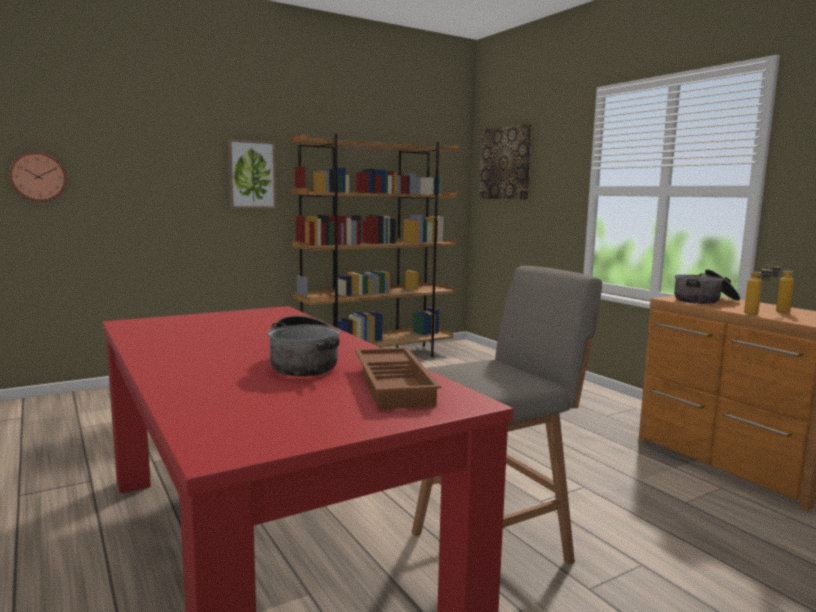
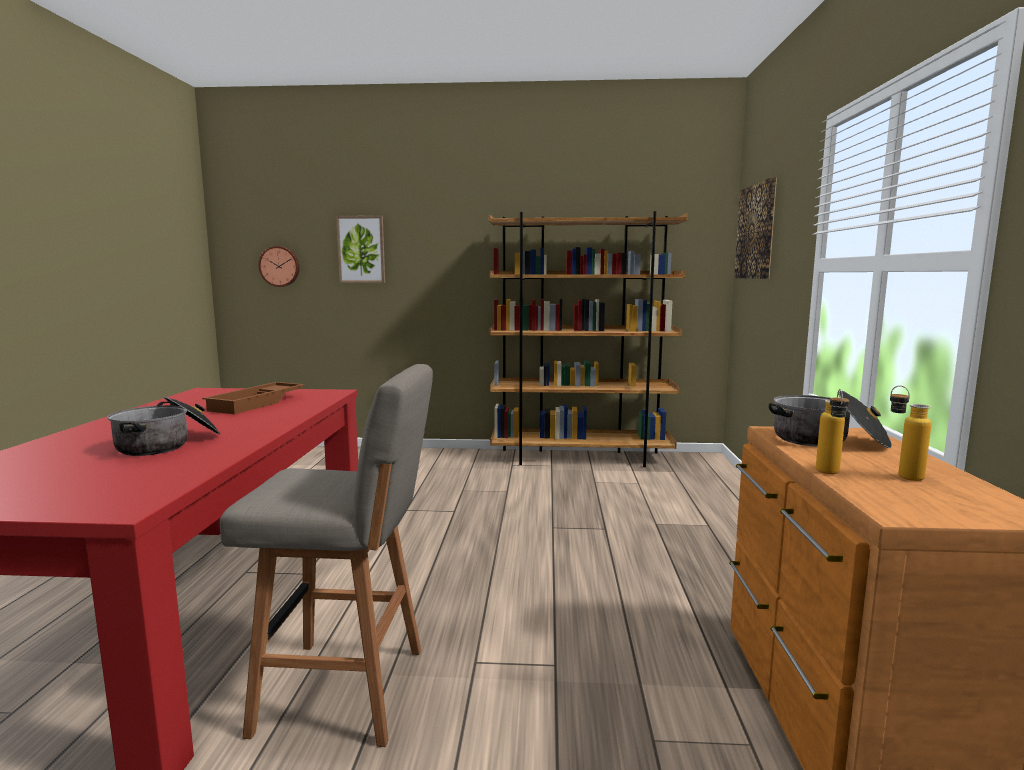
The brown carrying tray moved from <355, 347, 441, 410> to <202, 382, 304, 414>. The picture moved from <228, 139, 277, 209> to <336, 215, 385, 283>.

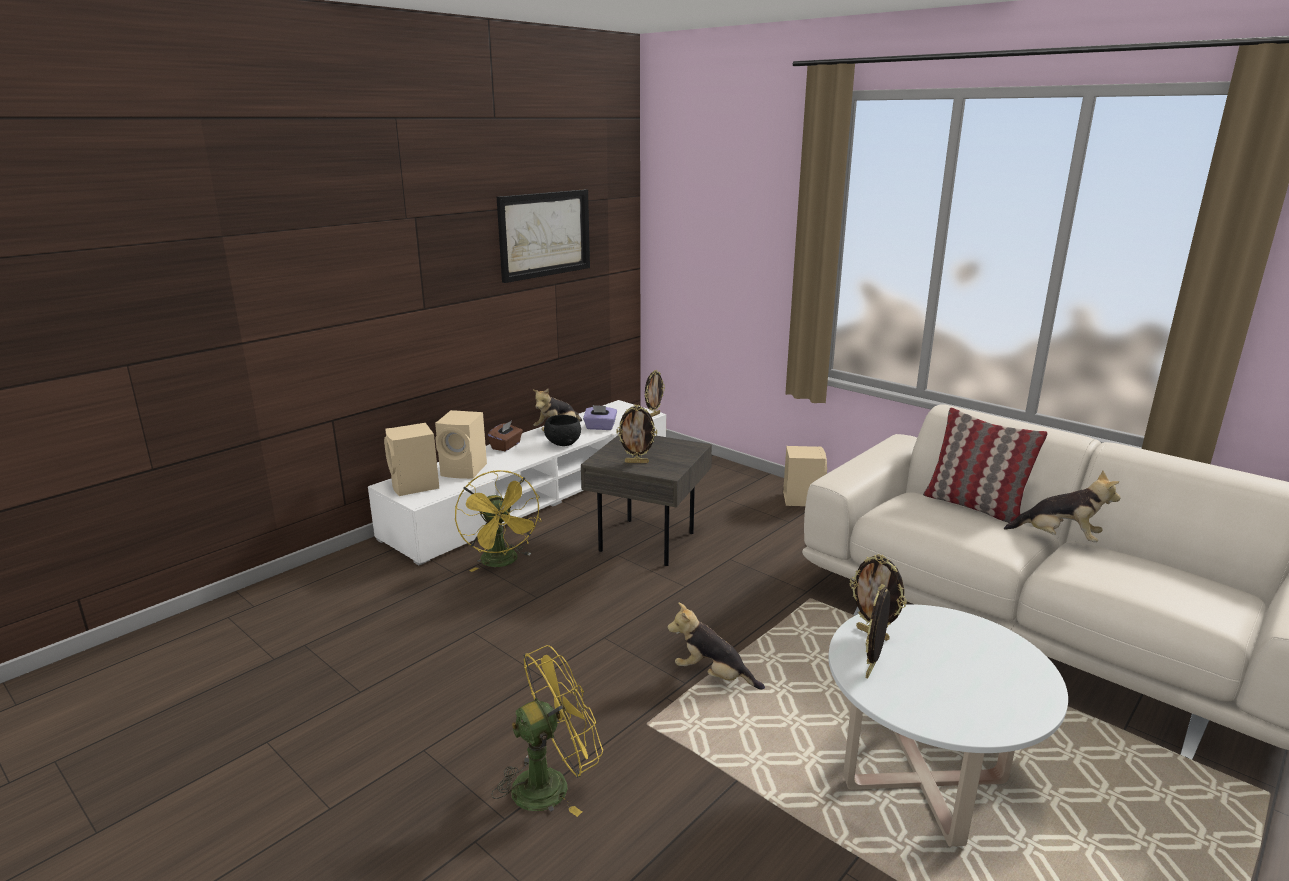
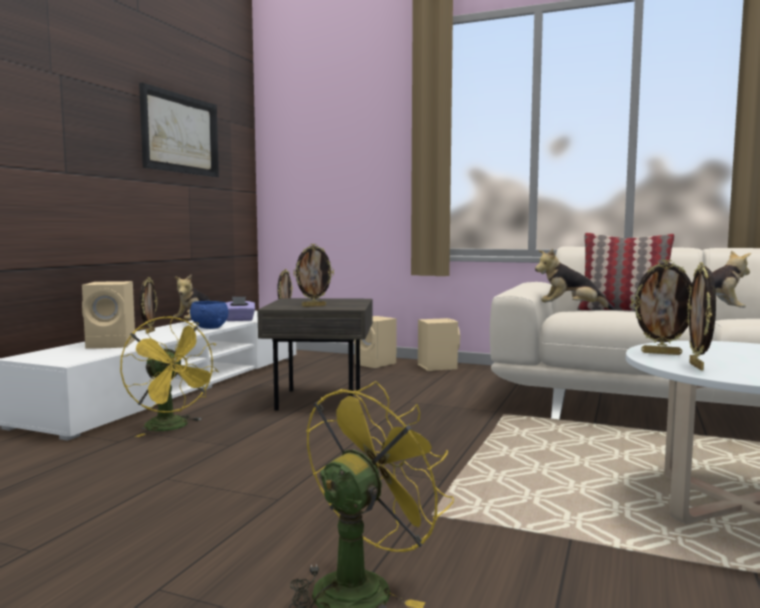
The brown tissue box at <488, 421, 523, 451> was replaced by the picture frame at <140, 277, 158, 334>. The black-coloured bowl at <544, 415, 581, 446> became the bluish bowl at <190, 301, 228, 329>. The beige-coloured loudspeaker moved from <384, 423, 439, 496> to <354, 316, 396, 368>. The soft toy moved from <667, 602, 765, 689> to <535, 249, 614, 310>.

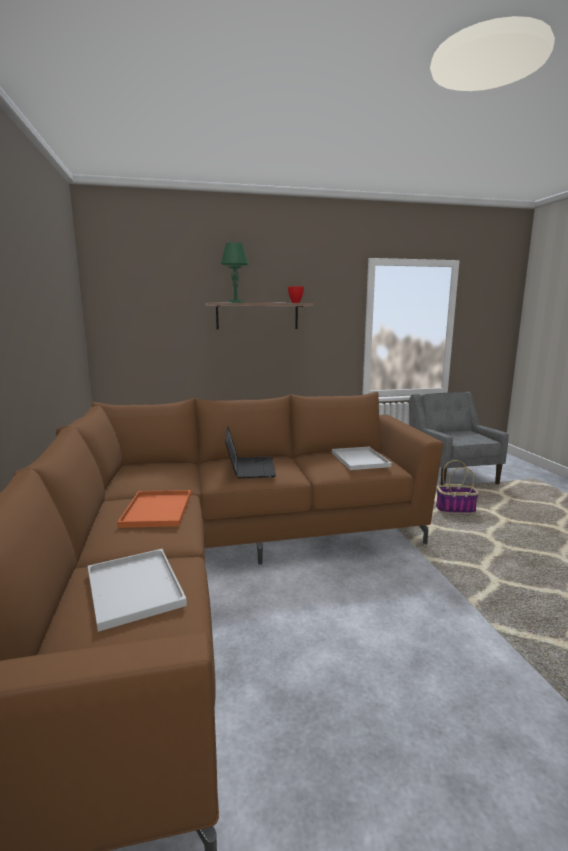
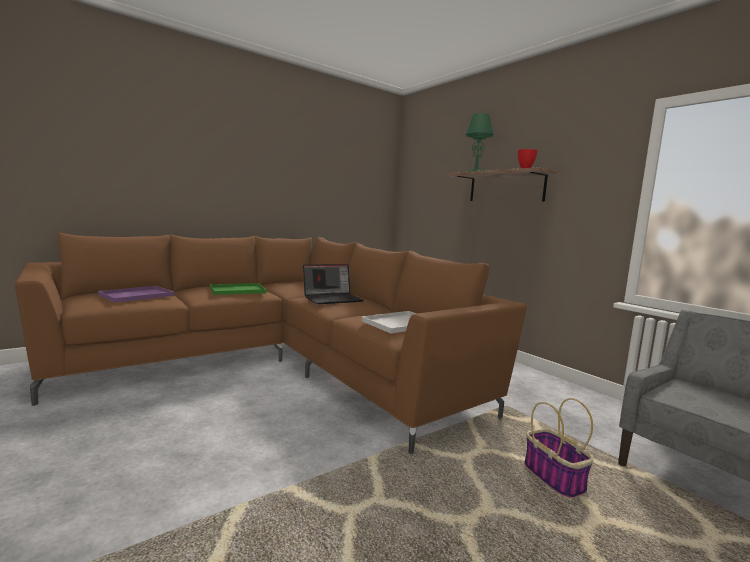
The white carrying tray at <88, 549, 187, 632> became the purple-coloured carrying tray at <98, 286, 175, 303>. The orange carrying tray at <117, 490, 191, 528> became the greenish carrying tray at <210, 283, 266, 295>.

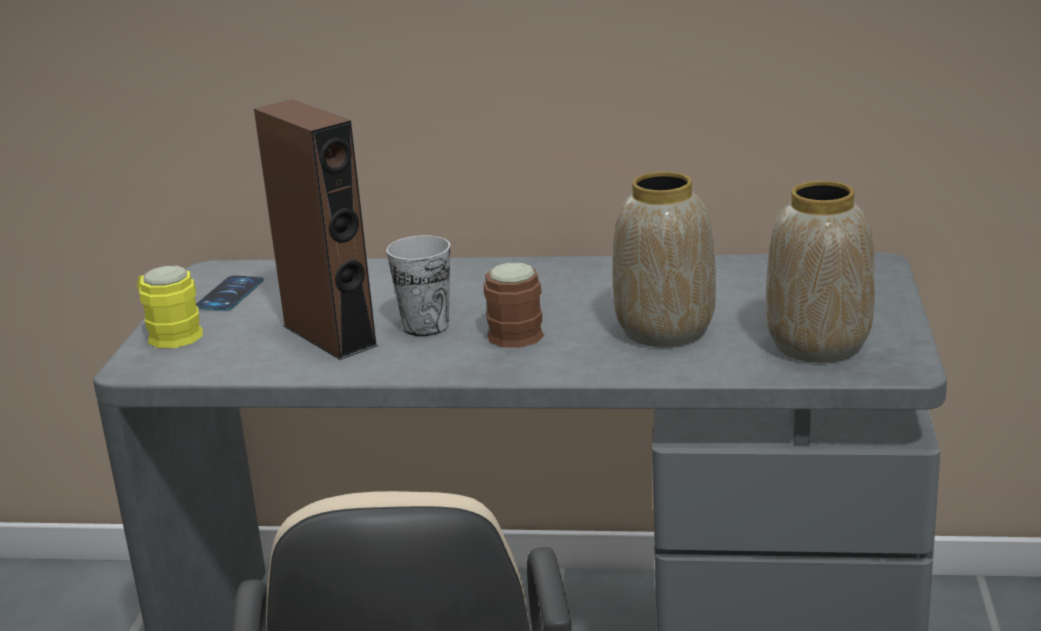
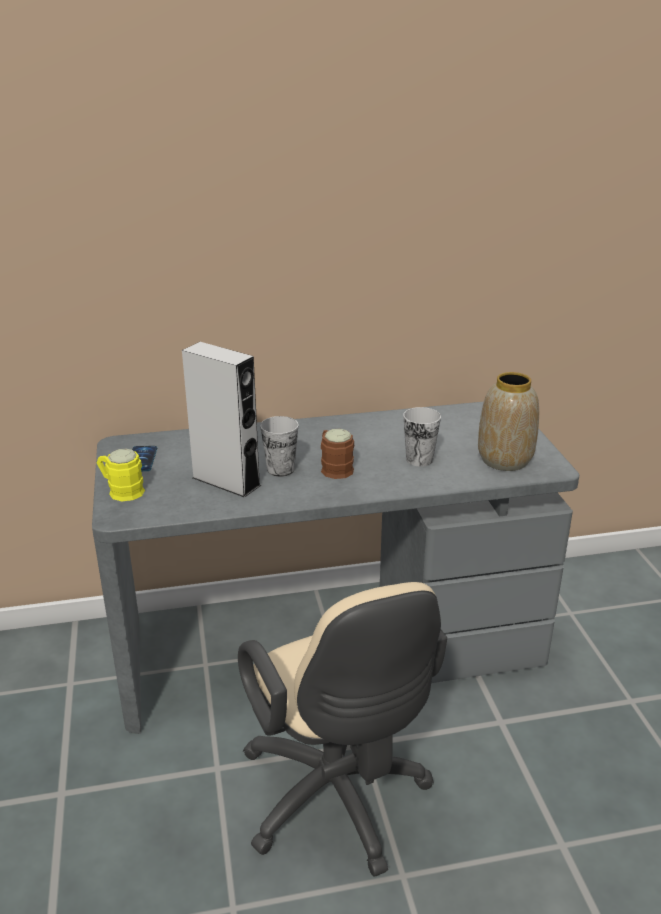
The brown loudspeaker at <254, 99, 378, 360> became the gray loudspeaker at <182, 342, 261, 498>. The decorative vase at <612, 172, 716, 347> was replaced by the drinking cup at <403, 407, 441, 466>.

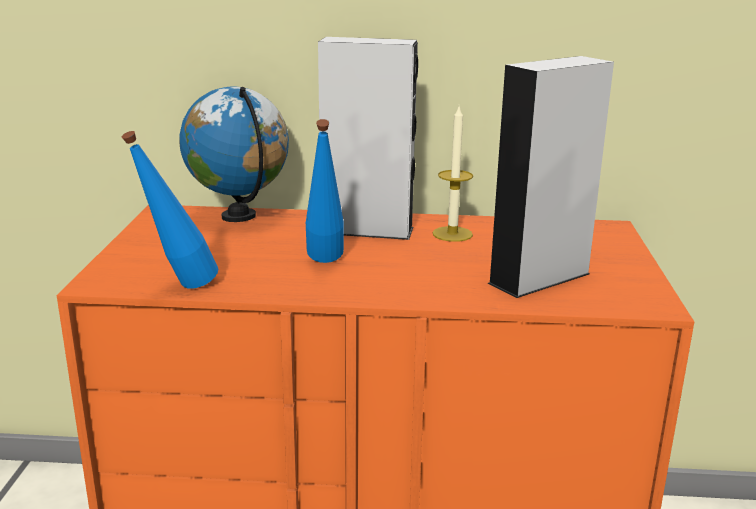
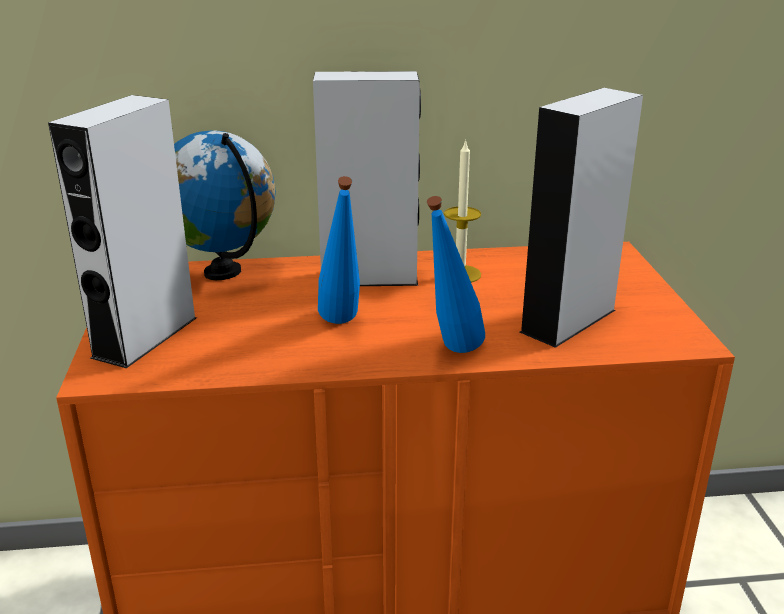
The gray loudspeaker at <48, 95, 197, 368> appeared. The bluish drink bottle moved from <122, 131, 218, 289> to <427, 196, 485, 353>.

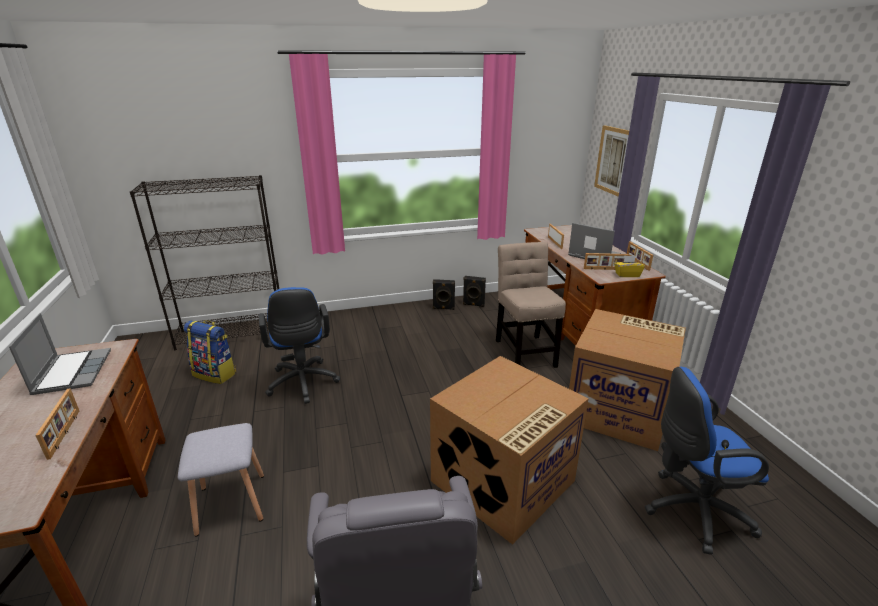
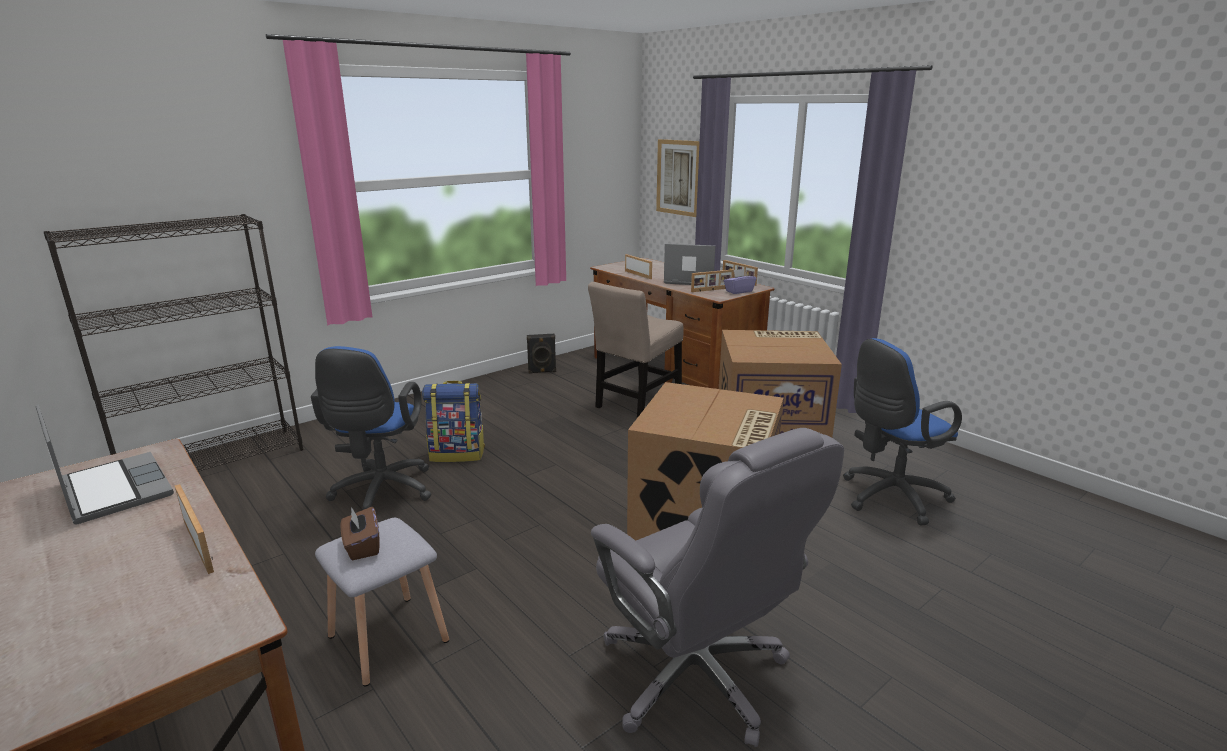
The bluish computer chair at <258, 287, 340, 404> turned 45 degrees clockwise. The brown tissue box at <341, 507, 380, 560> appeared. The knapsack moved from <183, 320, 236, 384> to <422, 381, 485, 462>. The beige-coloured upright chair at <496, 242, 566, 368> turned 105 degrees counterclockwise. The yellow tissue box at <614, 256, 645, 277> became the purple-coloured tissue box at <724, 269, 756, 294>. The black-coloured loudspeaker at <433, 279, 455, 310> disappeared.

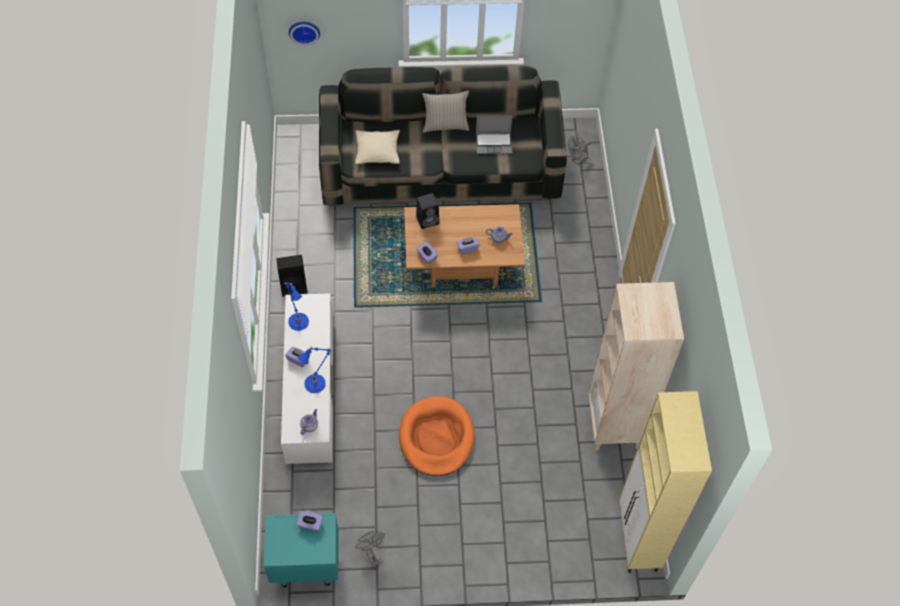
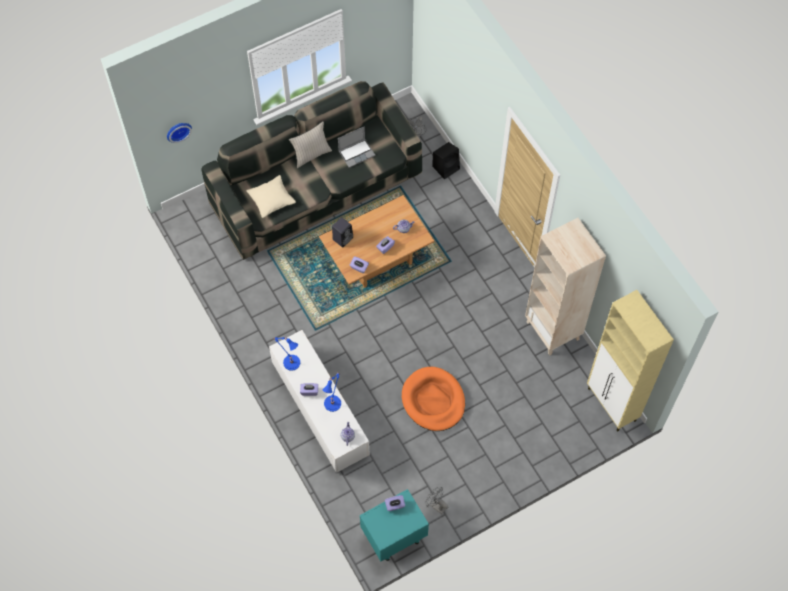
The black-coloured loudspeaker moved from <277, 255, 308, 297> to <432, 142, 460, 180>.

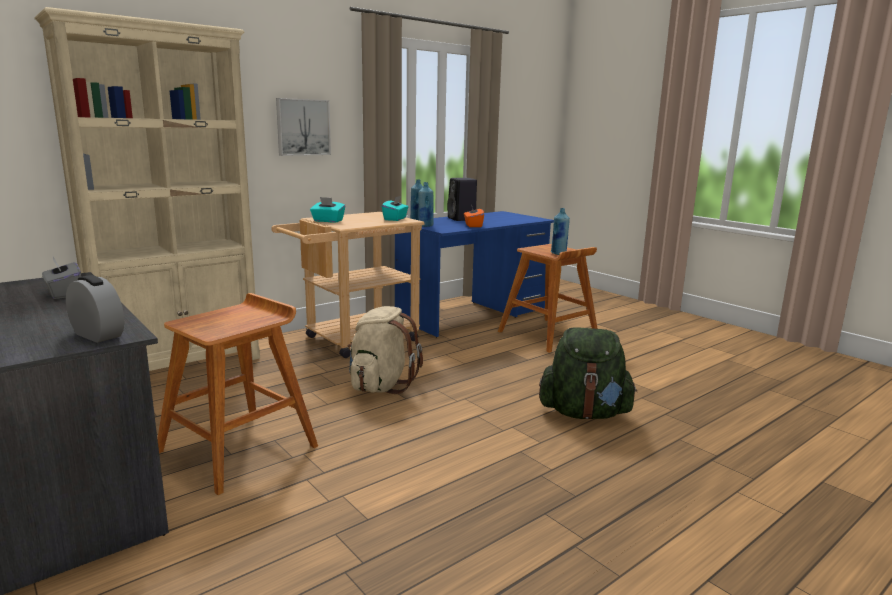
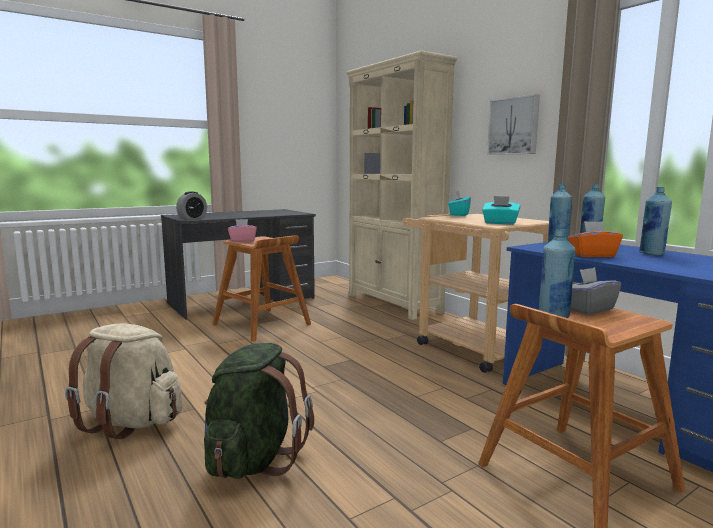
The beige-coloured knapsack moved from <347, 306, 423, 394> to <65, 323, 182, 439>. The pink tissue box at <228, 219, 257, 242> appeared. The gray tissue box moved from <42, 257, 81, 299> to <571, 267, 621, 315>. The black-coloured loudspeaker at <447, 178, 477, 221> was replaced by the bluish drink bottle at <639, 187, 672, 256>.

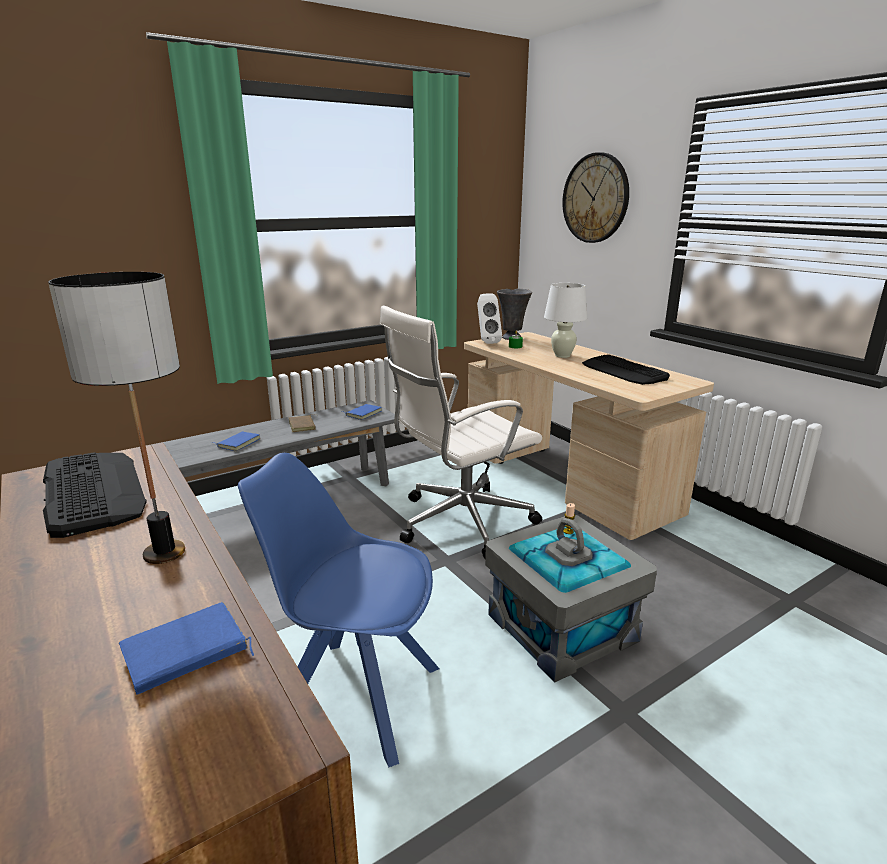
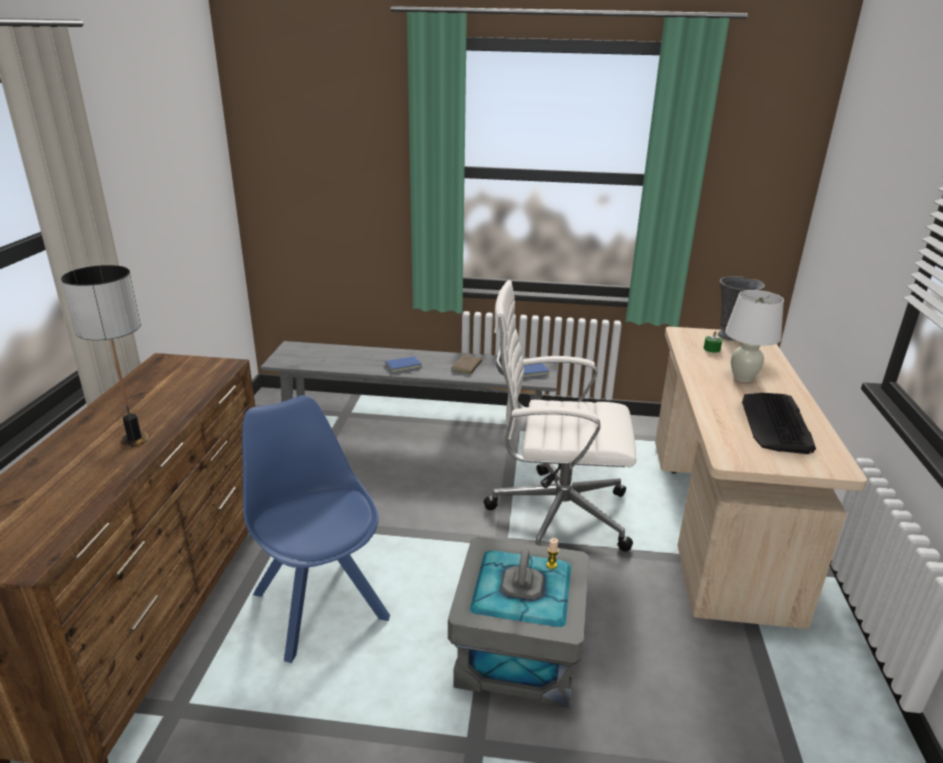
The keyboard at <43, 452, 147, 538> disappeared. The bluish book at <119, 602, 254, 695> disappeared. The white loudspeaker at <477, 293, 502, 344> disappeared. The hanging clock at <562, 152, 629, 243> disappeared.

